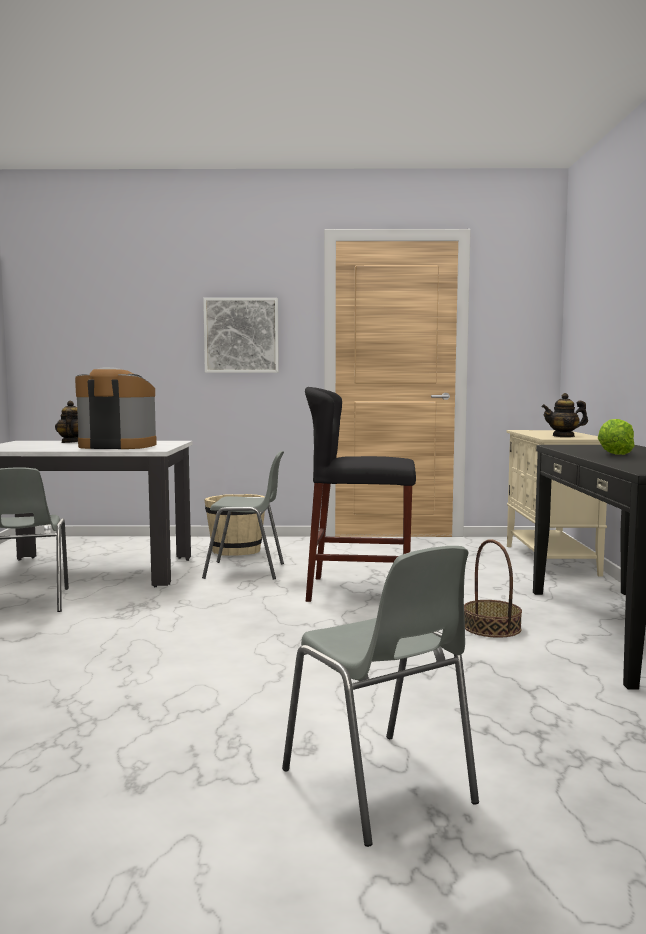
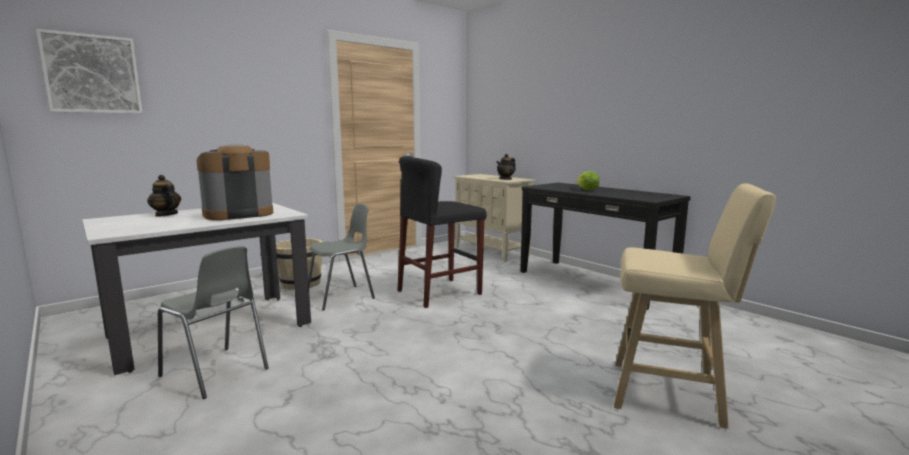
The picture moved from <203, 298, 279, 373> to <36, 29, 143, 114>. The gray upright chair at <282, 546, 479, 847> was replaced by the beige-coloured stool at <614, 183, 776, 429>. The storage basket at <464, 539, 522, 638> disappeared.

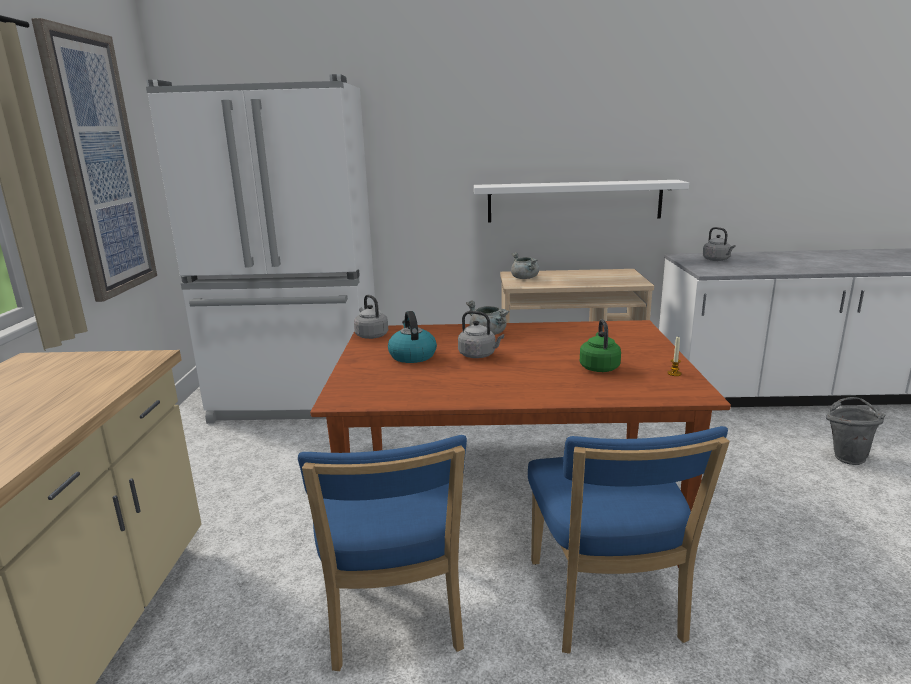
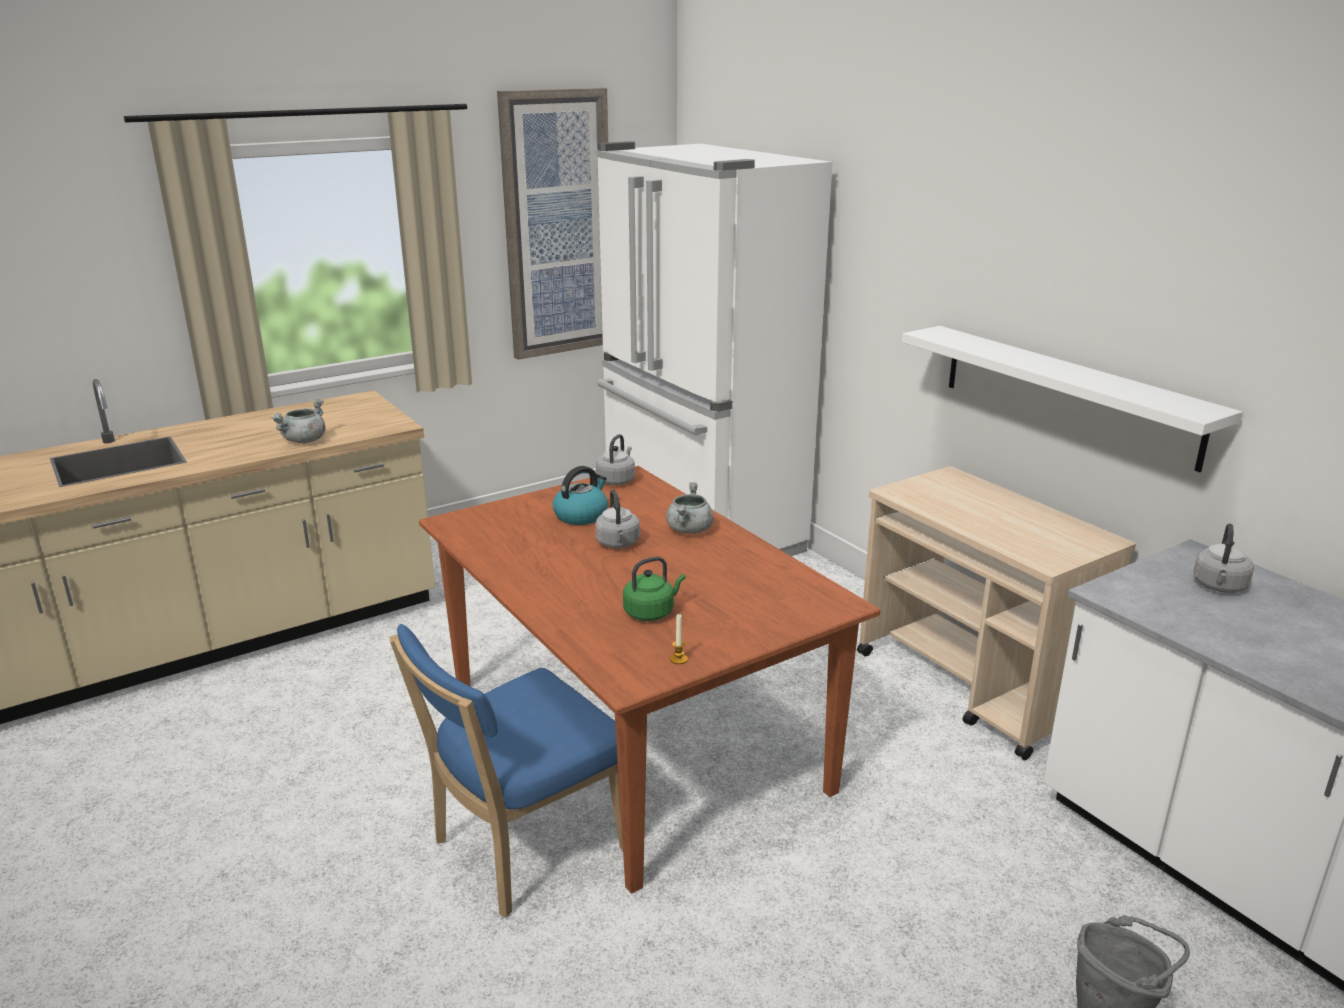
The gray stockpot moved from <511, 252, 539, 279> to <271, 399, 326, 443>. The bluish upright chair at <298, 435, 467, 671> disappeared.

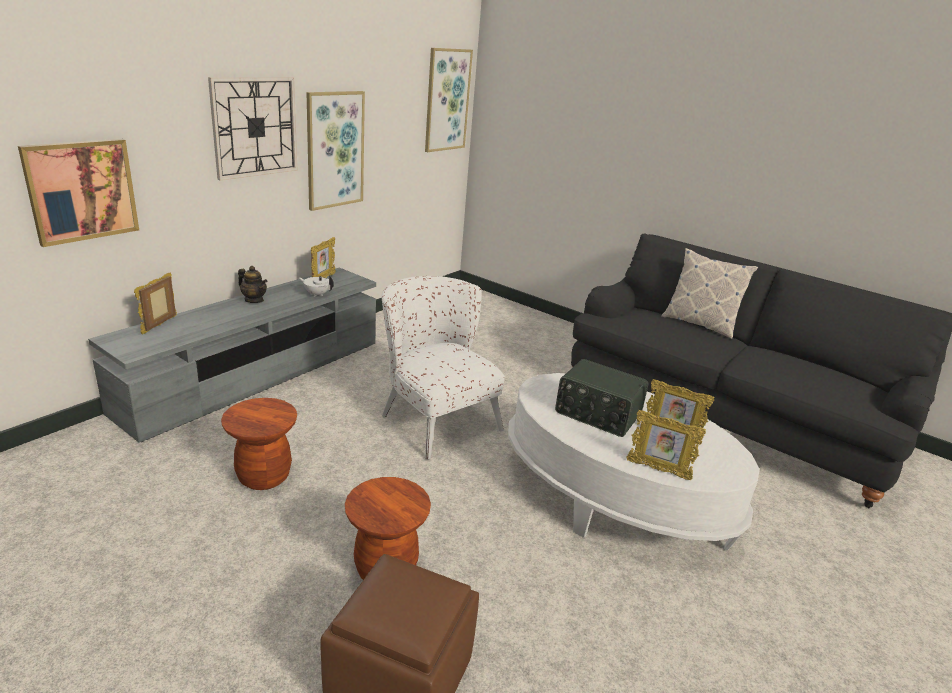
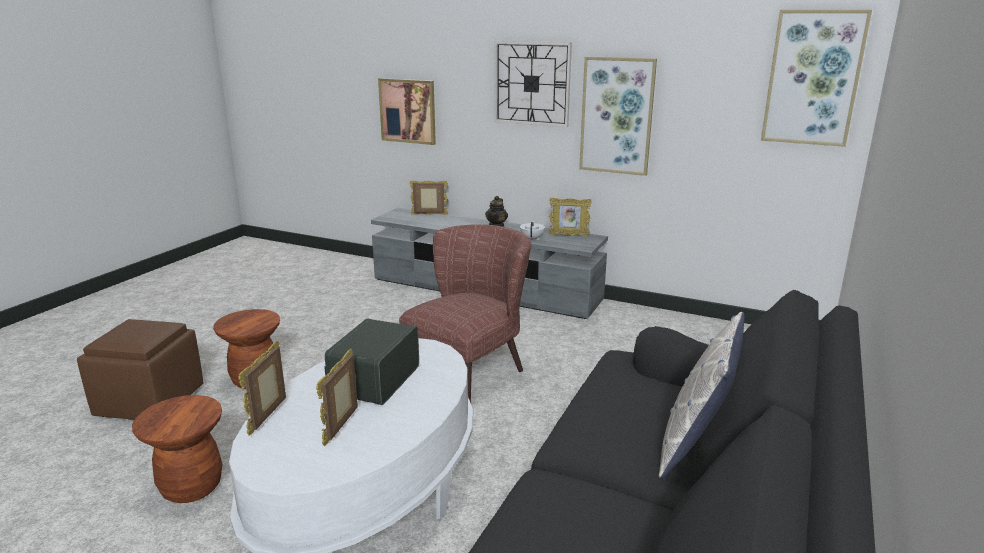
The brown stool moved from <221, 398, 297, 490> to <132, 395, 222, 503>. The white armchair at <382, 276, 505, 460> became the brown armchair at <399, 224, 531, 403>.

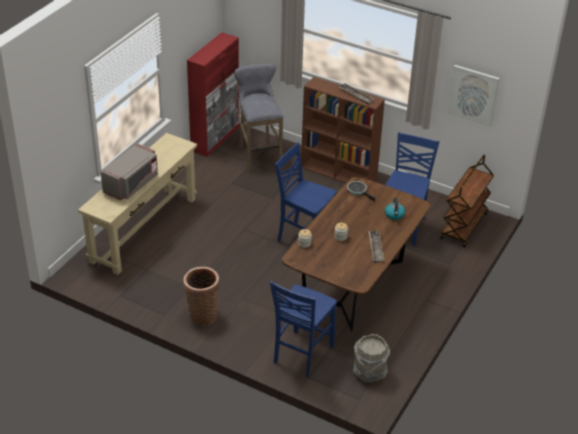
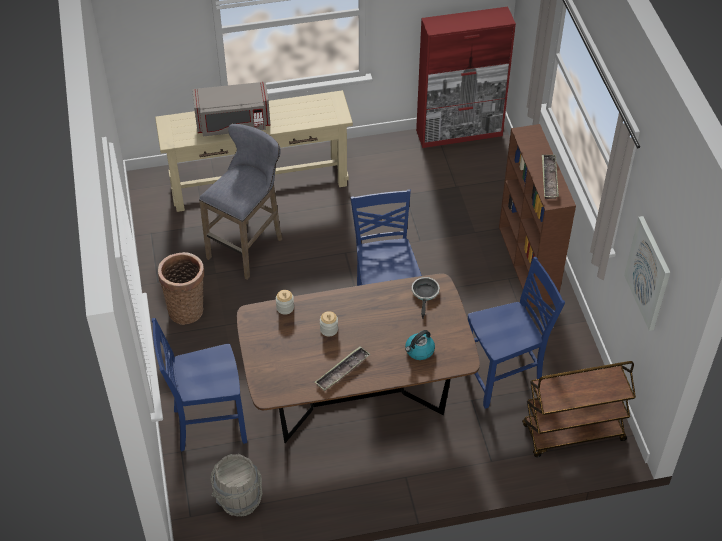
The gray stool moved from <235, 64, 283, 172> to <199, 124, 282, 280>.

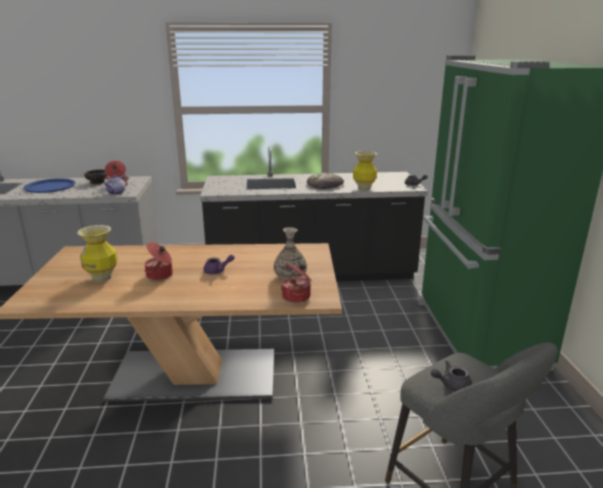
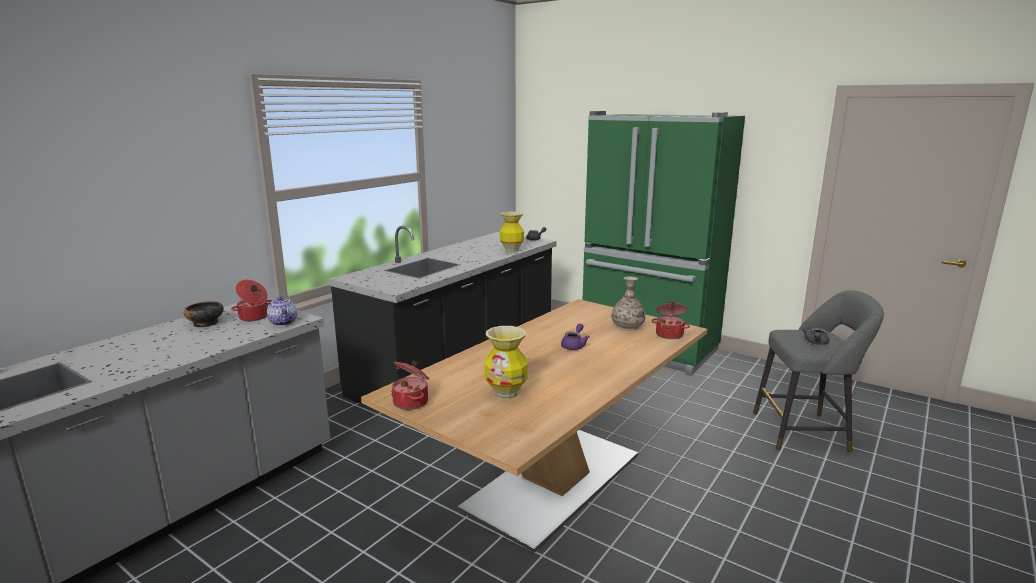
The stockpot moved from <145, 242, 173, 280> to <391, 361, 429, 410>. The bluish carrying tray at <24, 178, 75, 193> disappeared. The baked bread at <307, 173, 344, 189> disappeared.

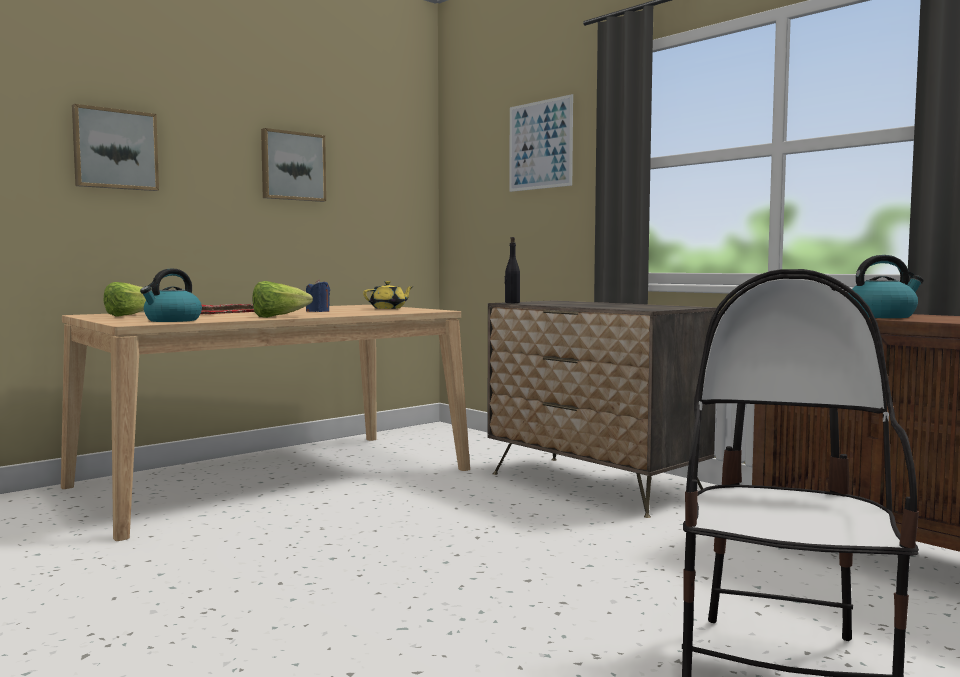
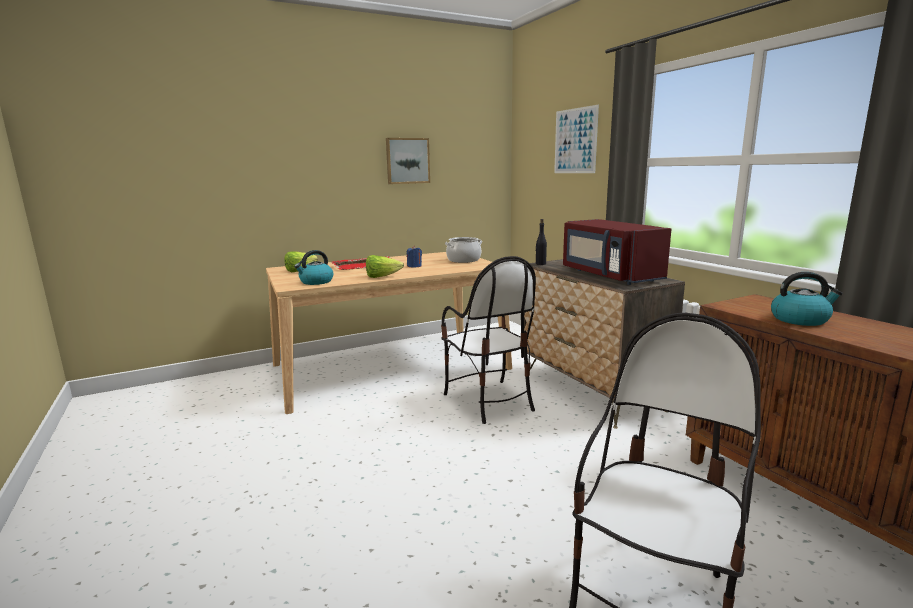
The upright chair at <441, 256, 536, 424> appeared. The yellow tea pot at <363, 281, 414, 309> was replaced by the stockpot at <445, 237, 482, 263>. The reddish microwave at <563, 219, 671, 285> appeared. The picture at <72, 104, 159, 191> disappeared.

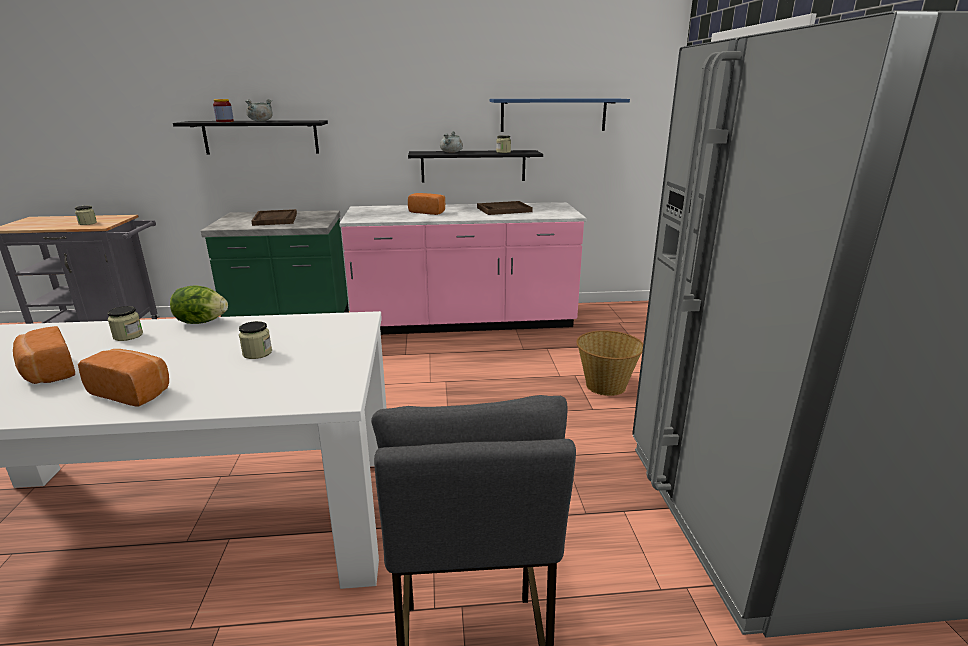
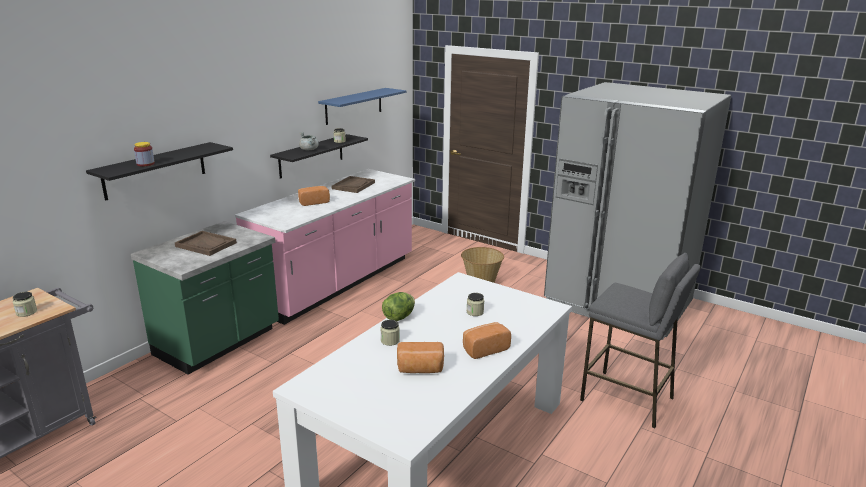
The gray stockpot at <245, 99, 273, 121> disappeared.

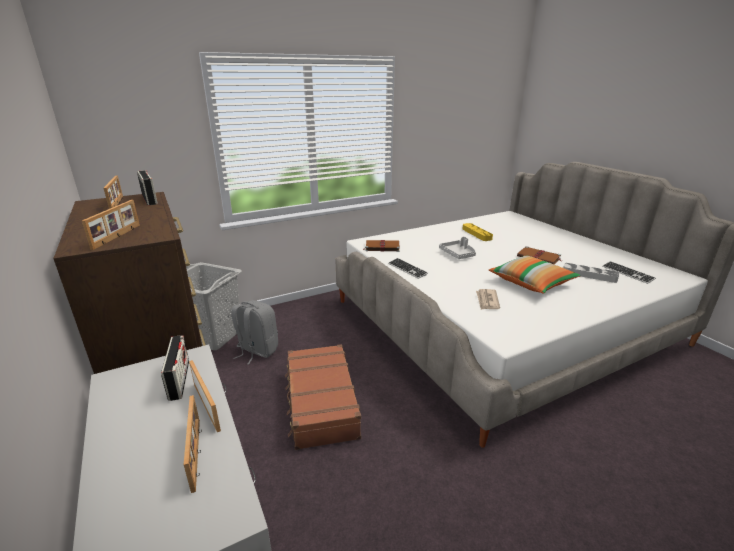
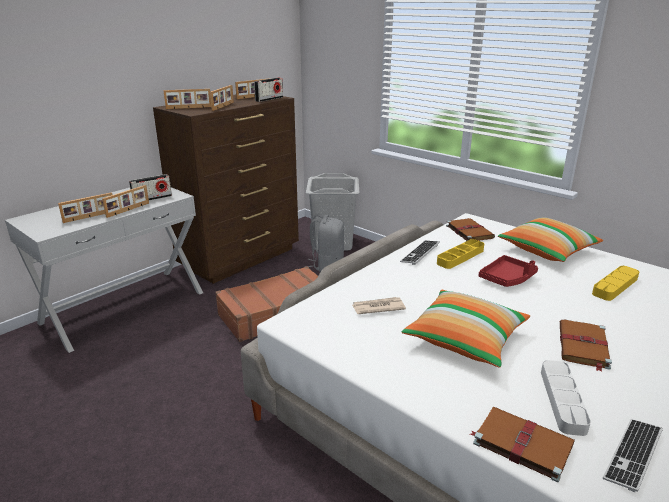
The picture frame at <210, 85, 234, 111> appeared. The yellow carrying tray at <437, 239, 484, 269> appeared. The brown book at <470, 406, 575, 482> appeared. The gray carrying tray at <439, 237, 476, 259> became the reddish carrying tray at <479, 255, 538, 287>. The cushion at <498, 218, 603, 262> appeared.

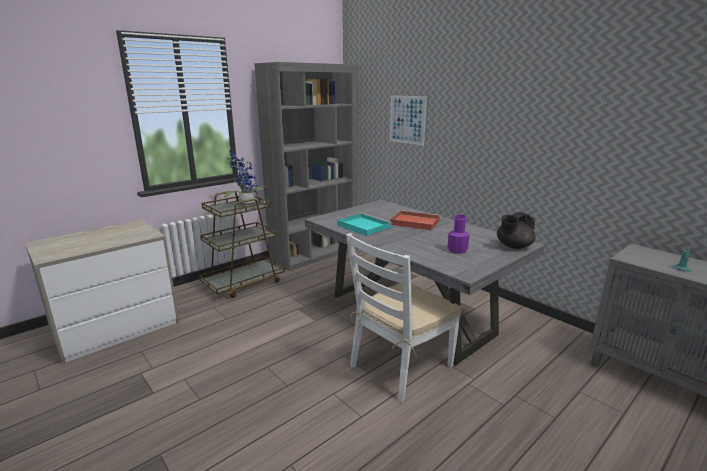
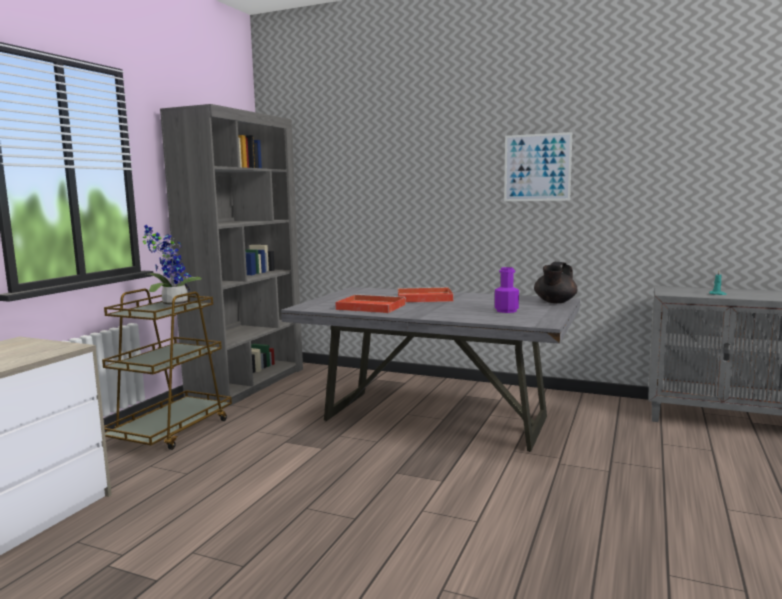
The turquoise-coloured carrying tray at <337, 213, 392, 236> became the reddish carrying tray at <335, 294, 406, 313>. The picture moved from <390, 95, 427, 146> to <504, 132, 572, 201>. The white upright chair at <346, 233, 462, 403> disappeared.

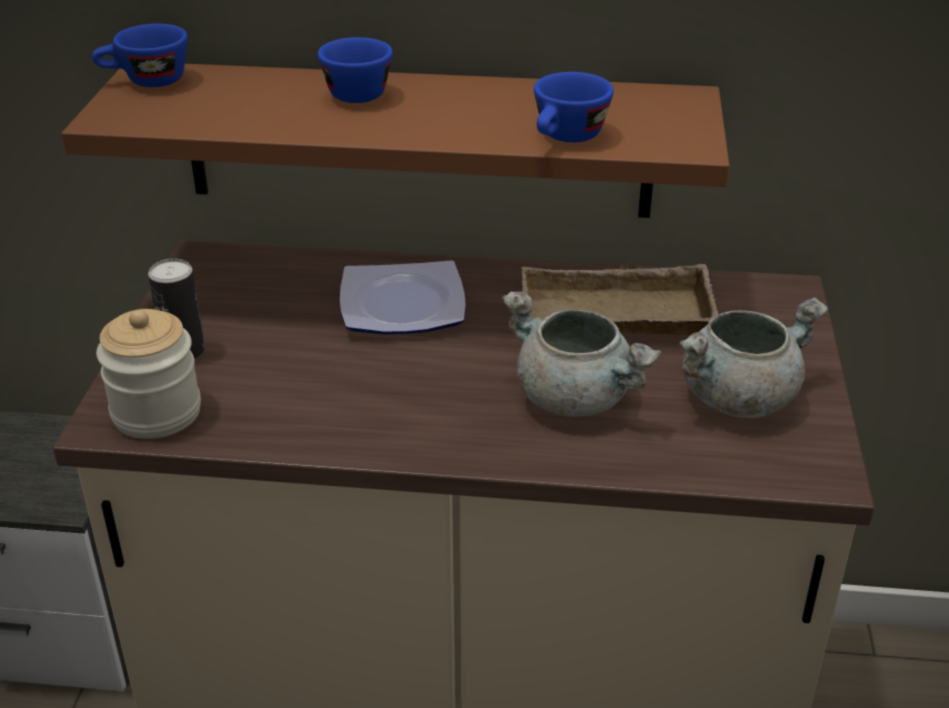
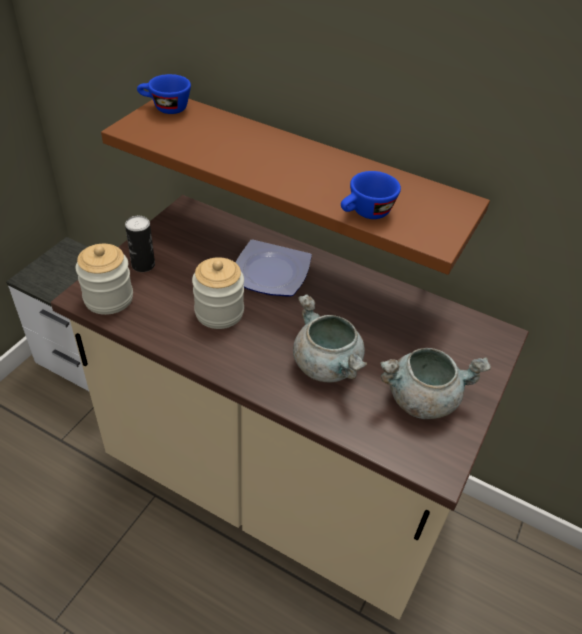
The preserve jar at <192, 257, 244, 329> appeared. The bluish drinking cup at <317, 37, 393, 103> disappeared. The beige-coloured carrying tray at <522, 264, 719, 335> disappeared.

